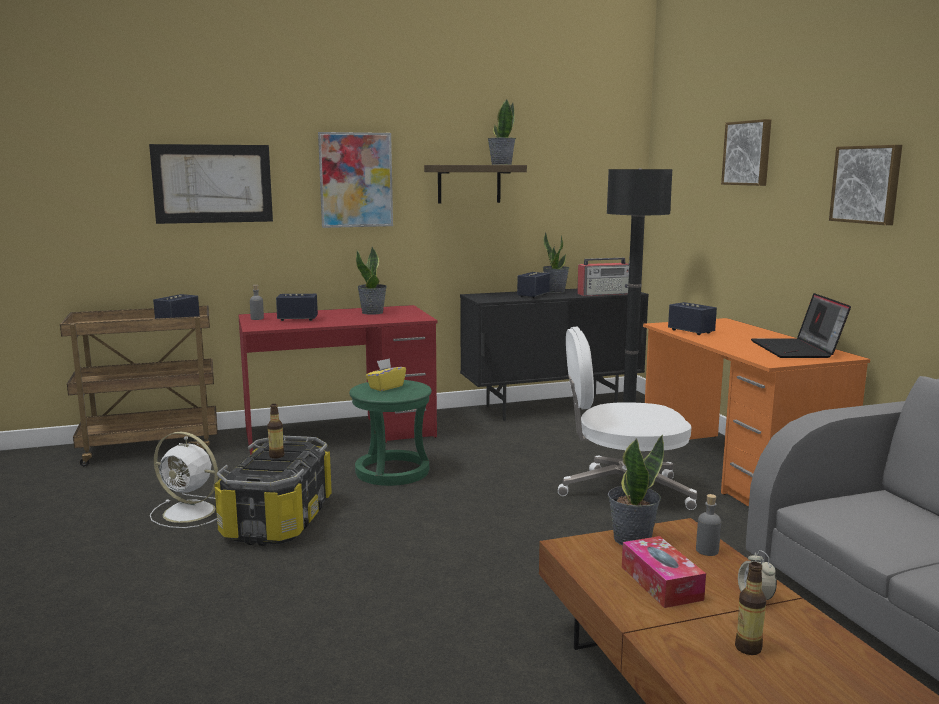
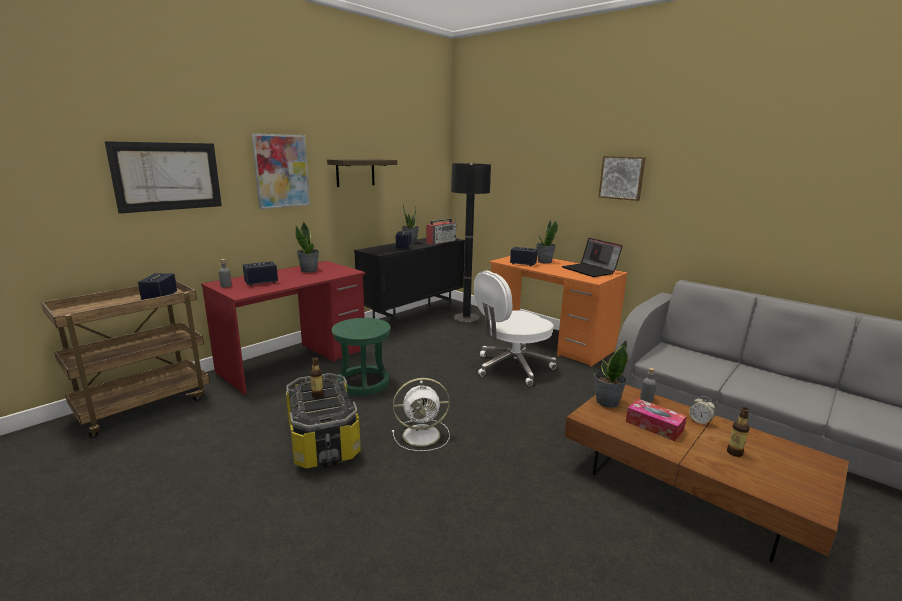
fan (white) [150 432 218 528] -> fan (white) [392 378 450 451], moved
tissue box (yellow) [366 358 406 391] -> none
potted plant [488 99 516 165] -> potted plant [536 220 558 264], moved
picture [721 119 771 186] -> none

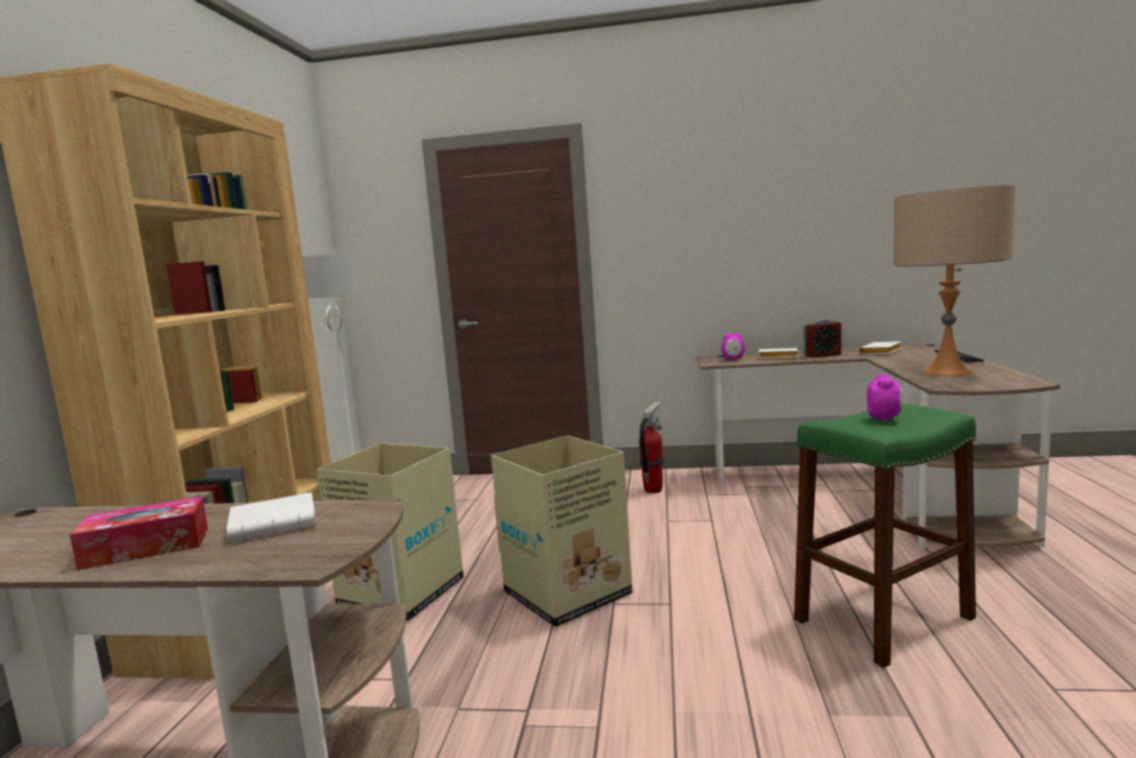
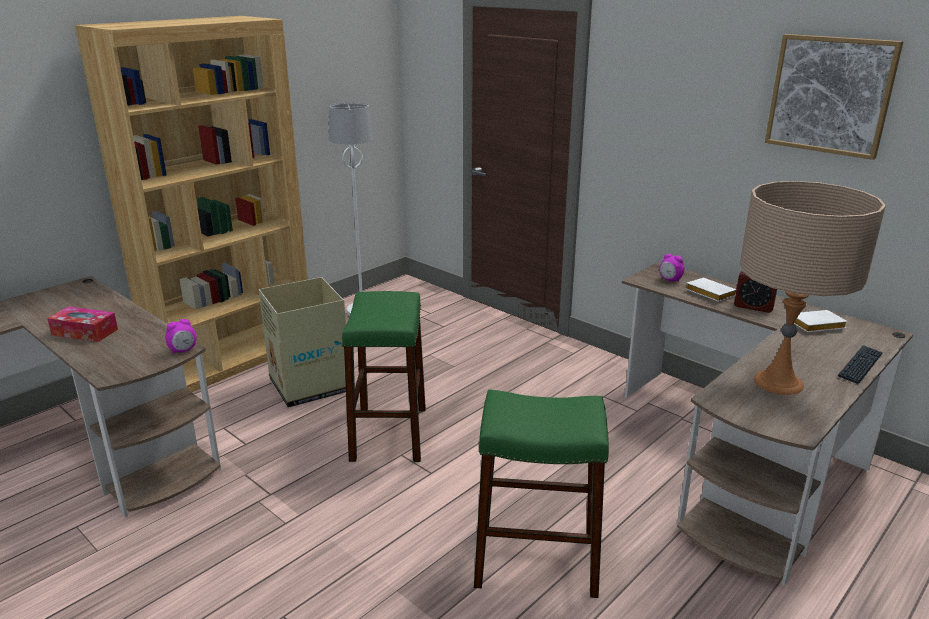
book (white) [226 492 316 543] -> none
cardboard box [491 436 632 627] -> stool (green) [342 291 426 462]
fire extinguisher [639 401 664 493] -> none
alarm clock [867 374 903 422] -> alarm clock [165 319 197 353], moved
none -> picture [765 34 903 160]

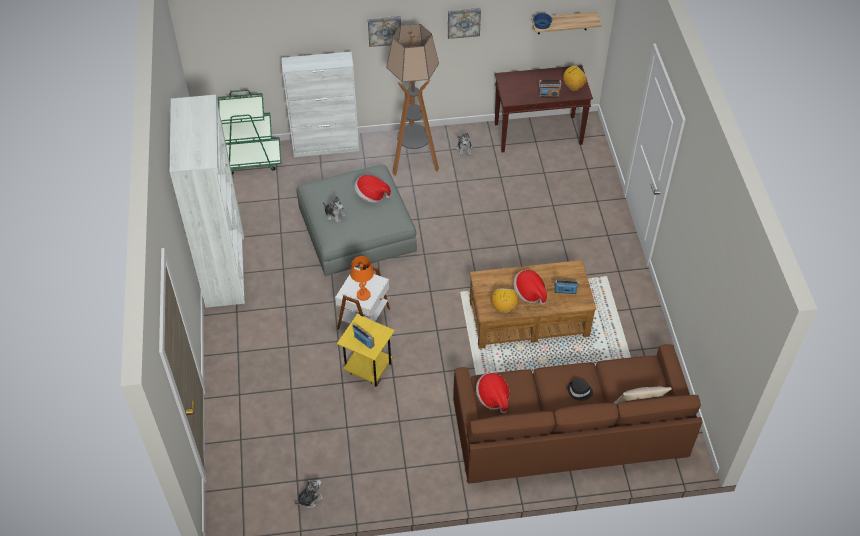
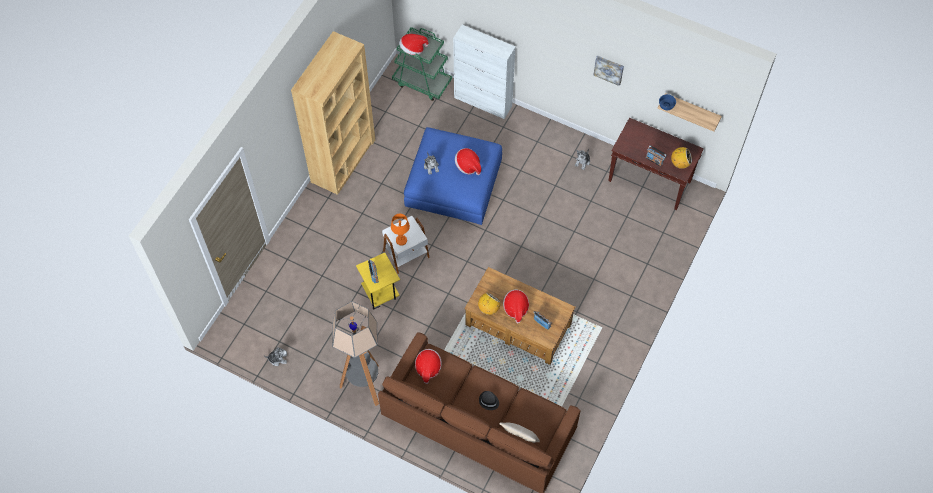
bookcase (white) [170 95 245 308] -> bookcase (brown) [291 31 375 195]
ottoman (grey) [297 165 417 276] -> ottoman (blue) [404 127 502 225]
picture [368 16 401 47] -> none
floor lamp [386 24 439 176] -> floor lamp [332 301 379 406], moved
none -> hat [399 34 429 55]

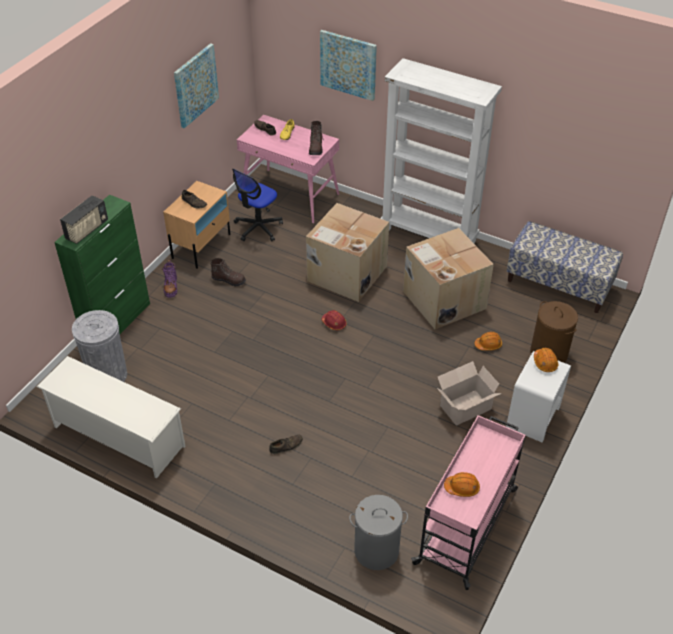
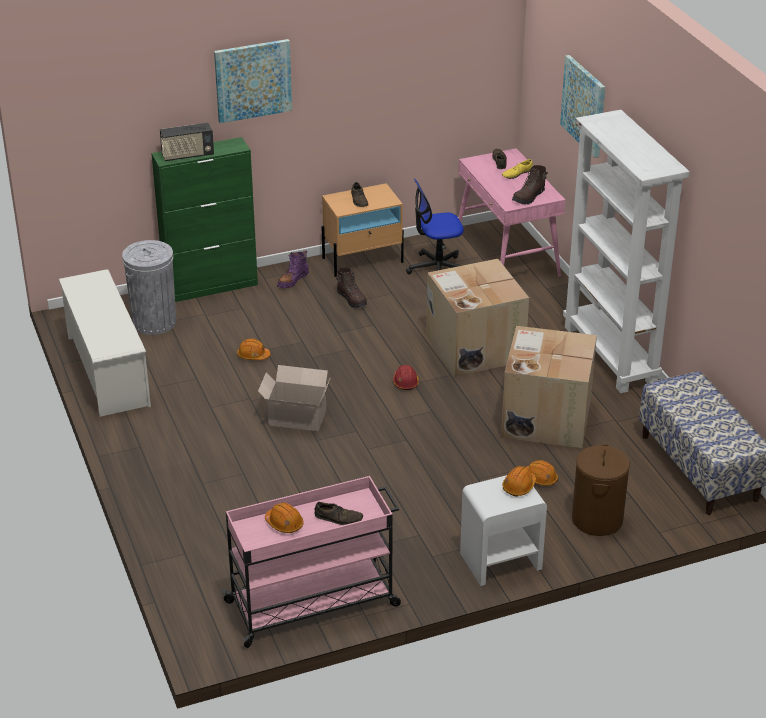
picture [174 43 219 128] -> picture [214 39 292 123], moved
shoe (brown) [269 435 303 454] -> shoe (brown) [315 502 363 525], moved
laundry basket (grey) [349 495 408 570] -> none
cardboard box [437 361 502 426] -> cardboard box [258 365 331 431], moved
none -> hard hat (orange) [237 338 270 360]

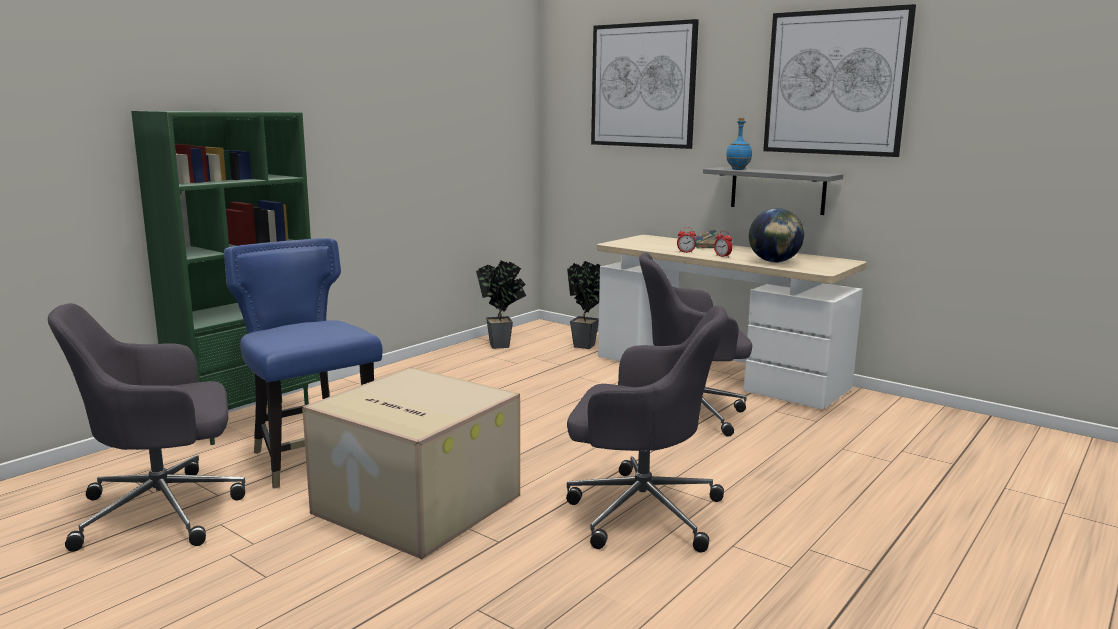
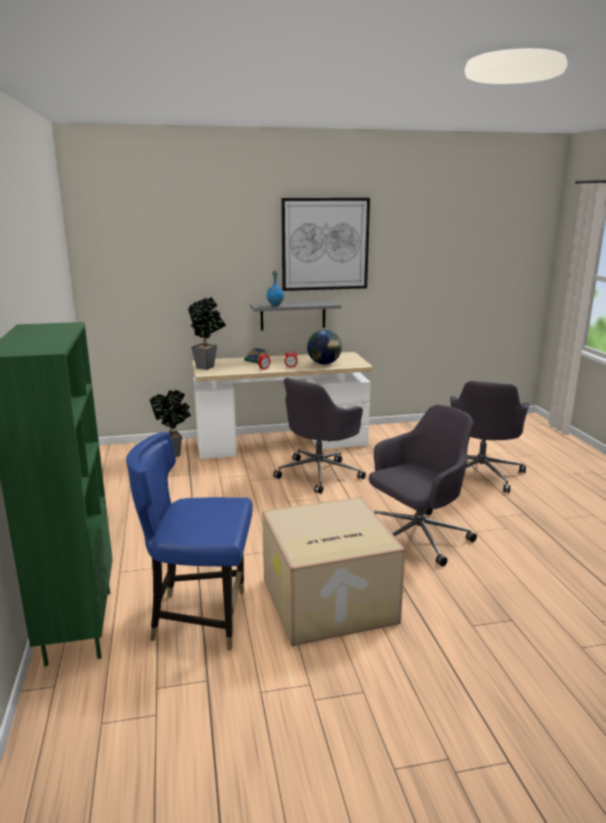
office chair (grey) [48 303 245 552] -> office chair (grey) [450 381 529 493], moved
potted plant [476 260 526 349] -> potted plant [188 297 226 370], moved
picture [591 19 699 149] -> none

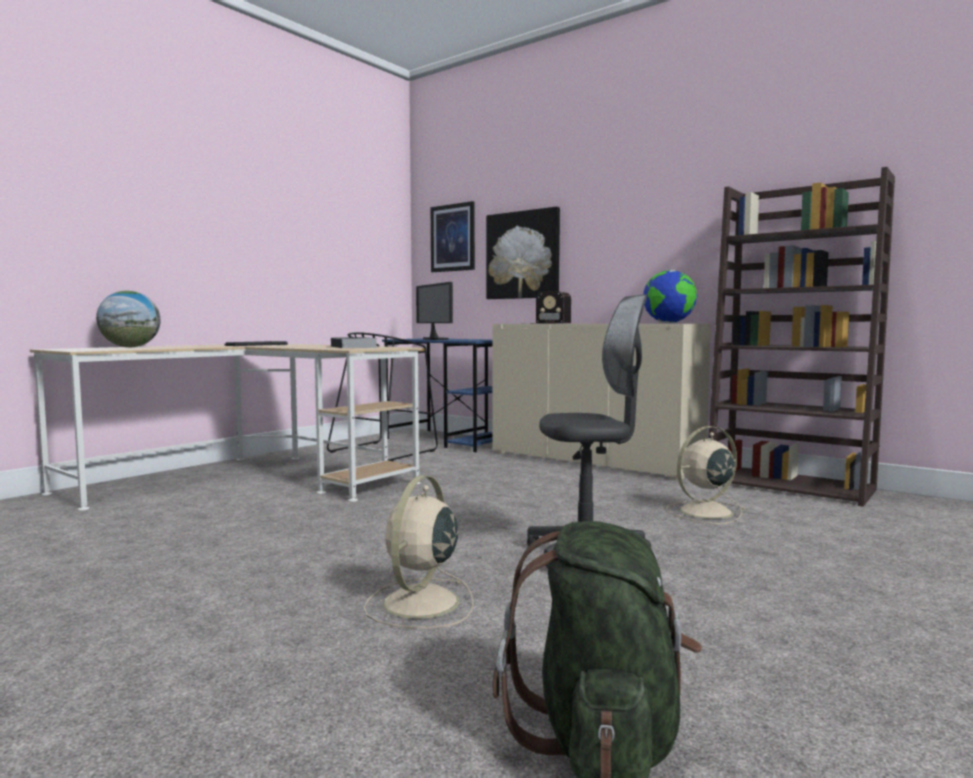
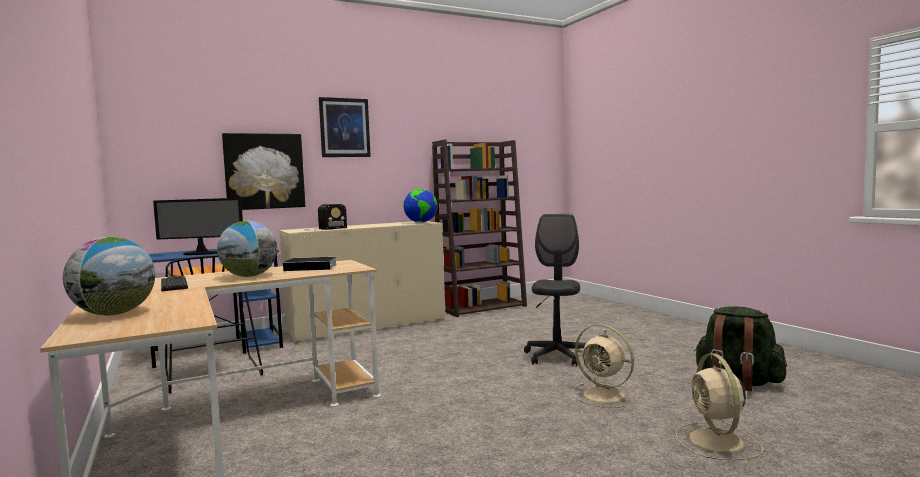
picture [431 201 475 272] -> picture [319 97 371 157], moved
fan (beige) [666 426 746 524] -> fan (beige) [676 353 763 460], moved
none -> globe [217 221 277 277]

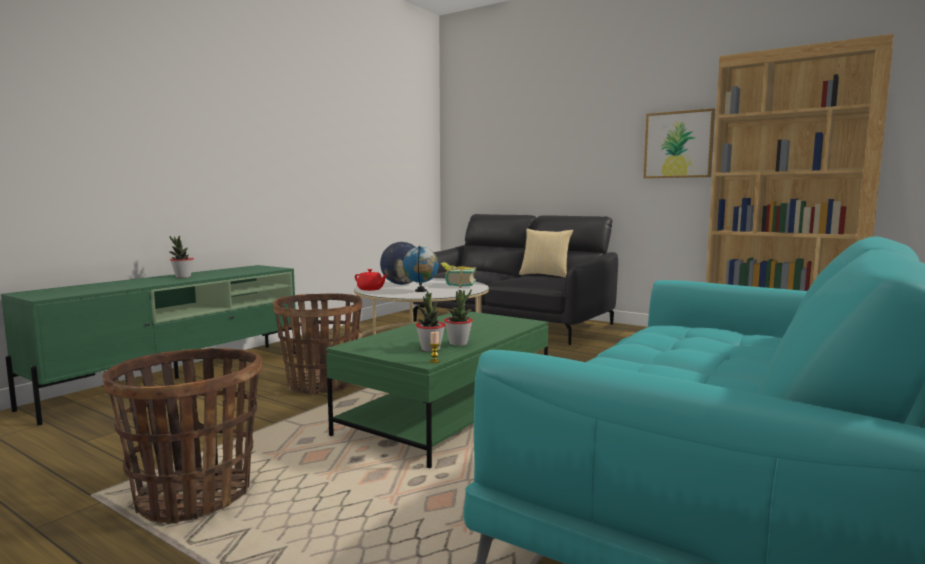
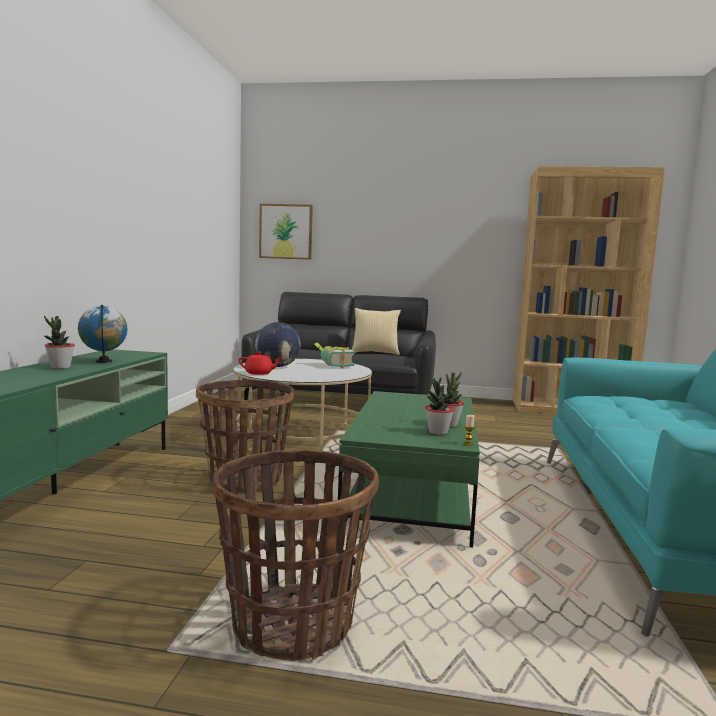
globe [403 246 439 292] -> globe [78 305 128 363], moved
picture [643 108 715 178] -> picture [259 204 313 260], moved

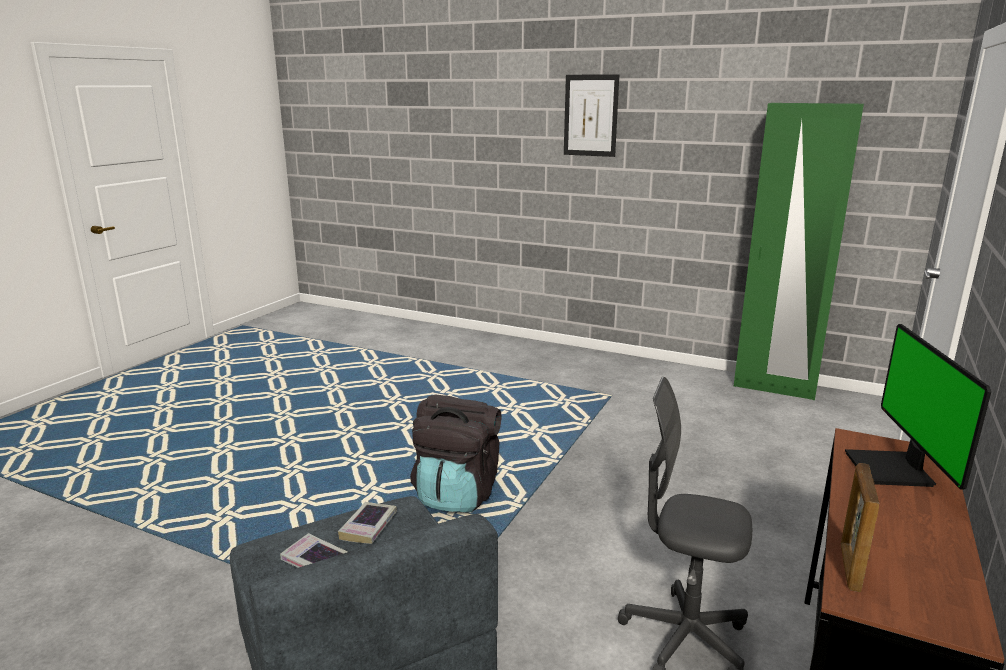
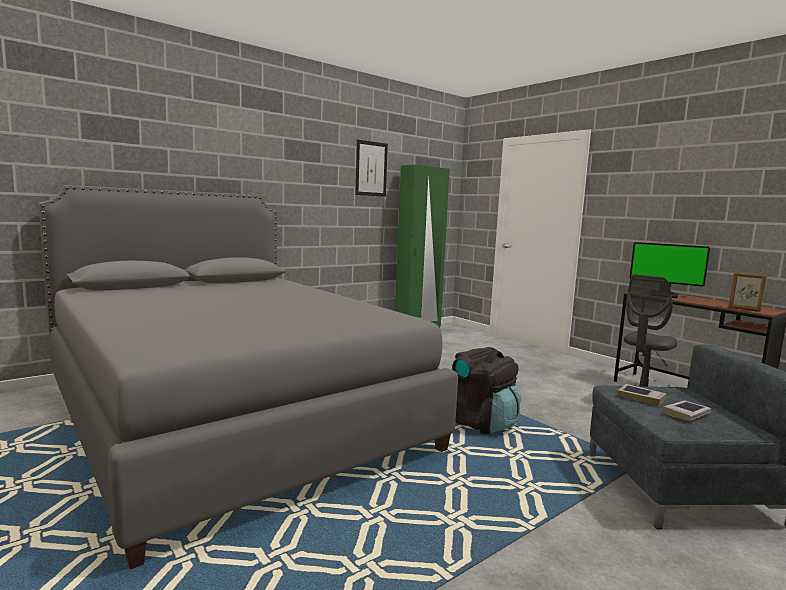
picture [564 74 619 157] -> picture [355 140 388 197], moved
none -> bed (grey) [39 185 458 569]

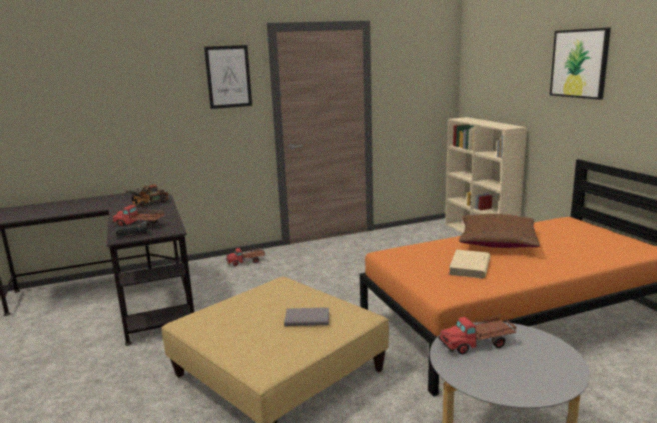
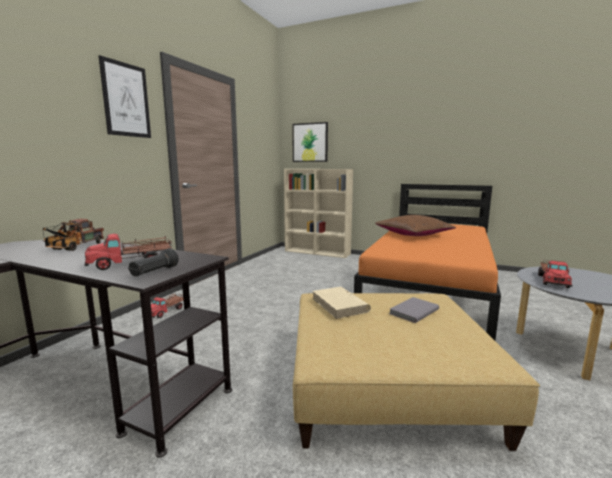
book (beige) [449 250 491 279] -> book (beige) [312 287 371 319], moved
picture [550 28 611 100] -> picture [292 122 328 162], moved

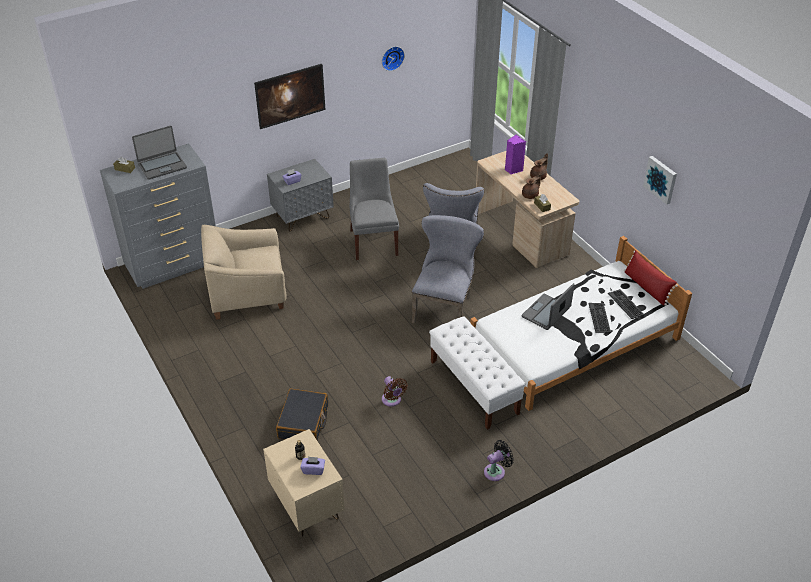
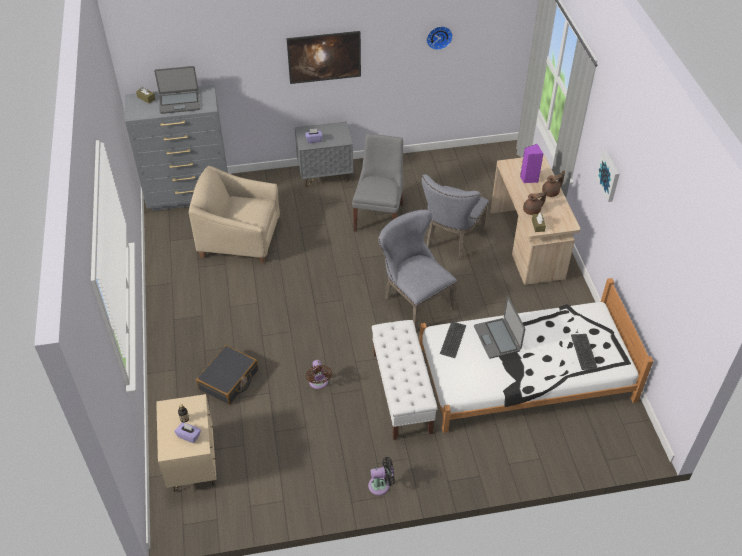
chair (grey) [412 215 484 323] -> chair (grey) [378 209 457 332], 75 degrees counterclockwise
laptop [522 283 575 330] -> laptop [474 297 525 359], 75 degrees counterclockwise
keyboard [588 303 611 333] -> keyboard [440 321 466 358], moved
pillow (red) [624 251 678 306] -> none
picture [643 156 677 205] -> picture [596 150 620 202], moved

